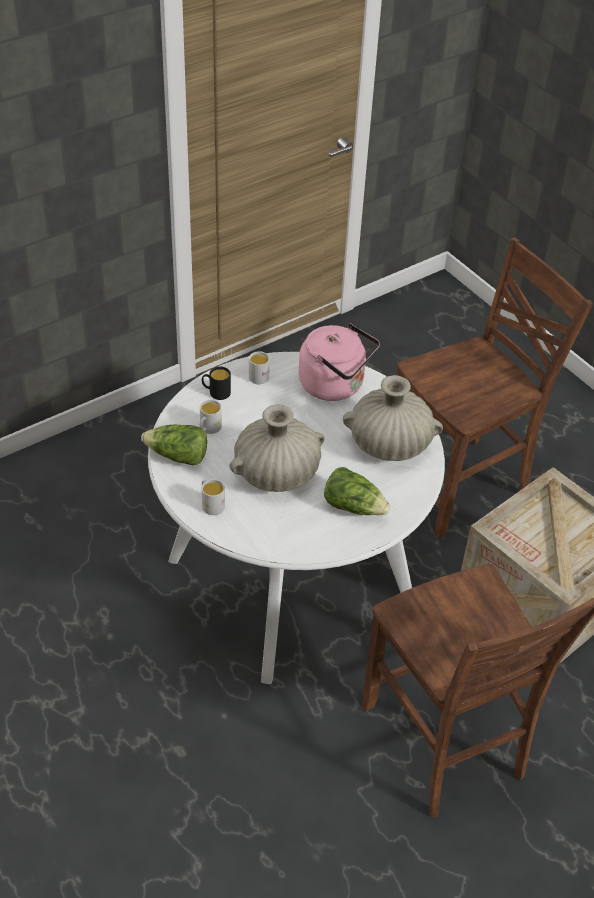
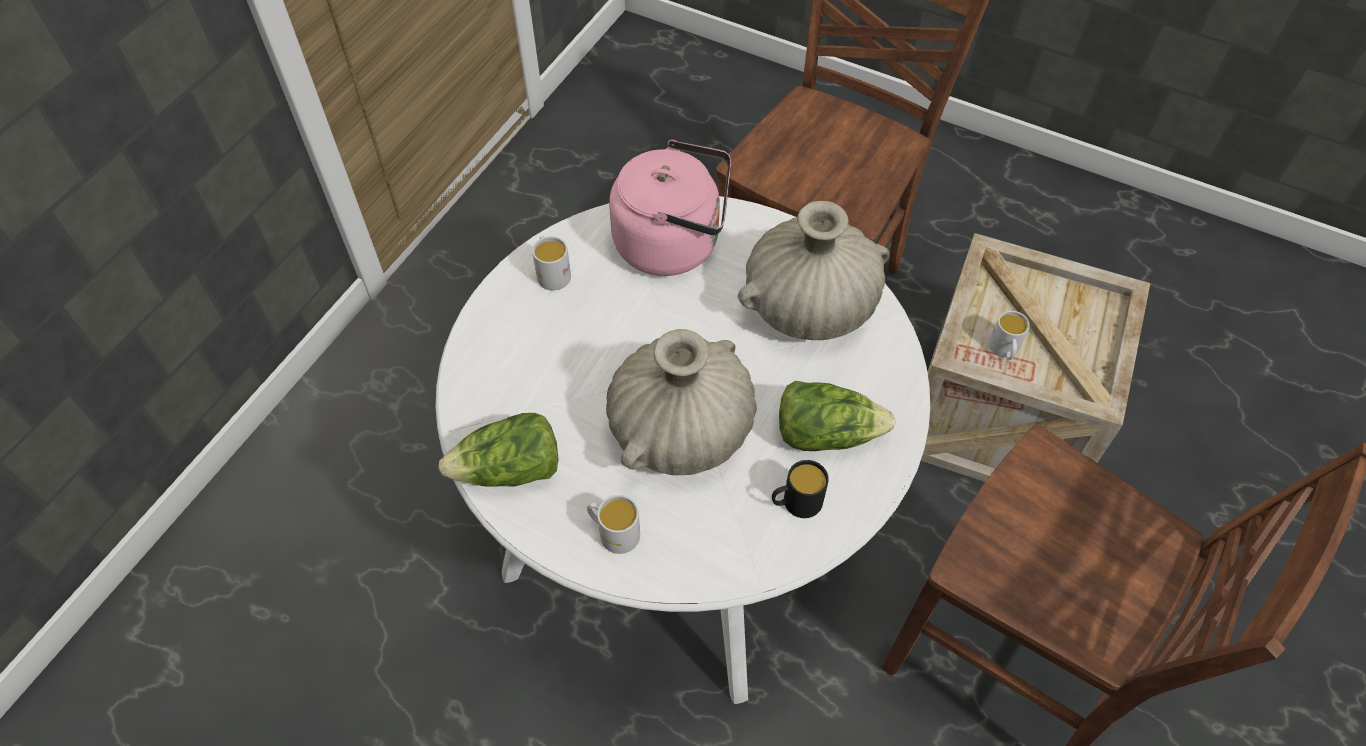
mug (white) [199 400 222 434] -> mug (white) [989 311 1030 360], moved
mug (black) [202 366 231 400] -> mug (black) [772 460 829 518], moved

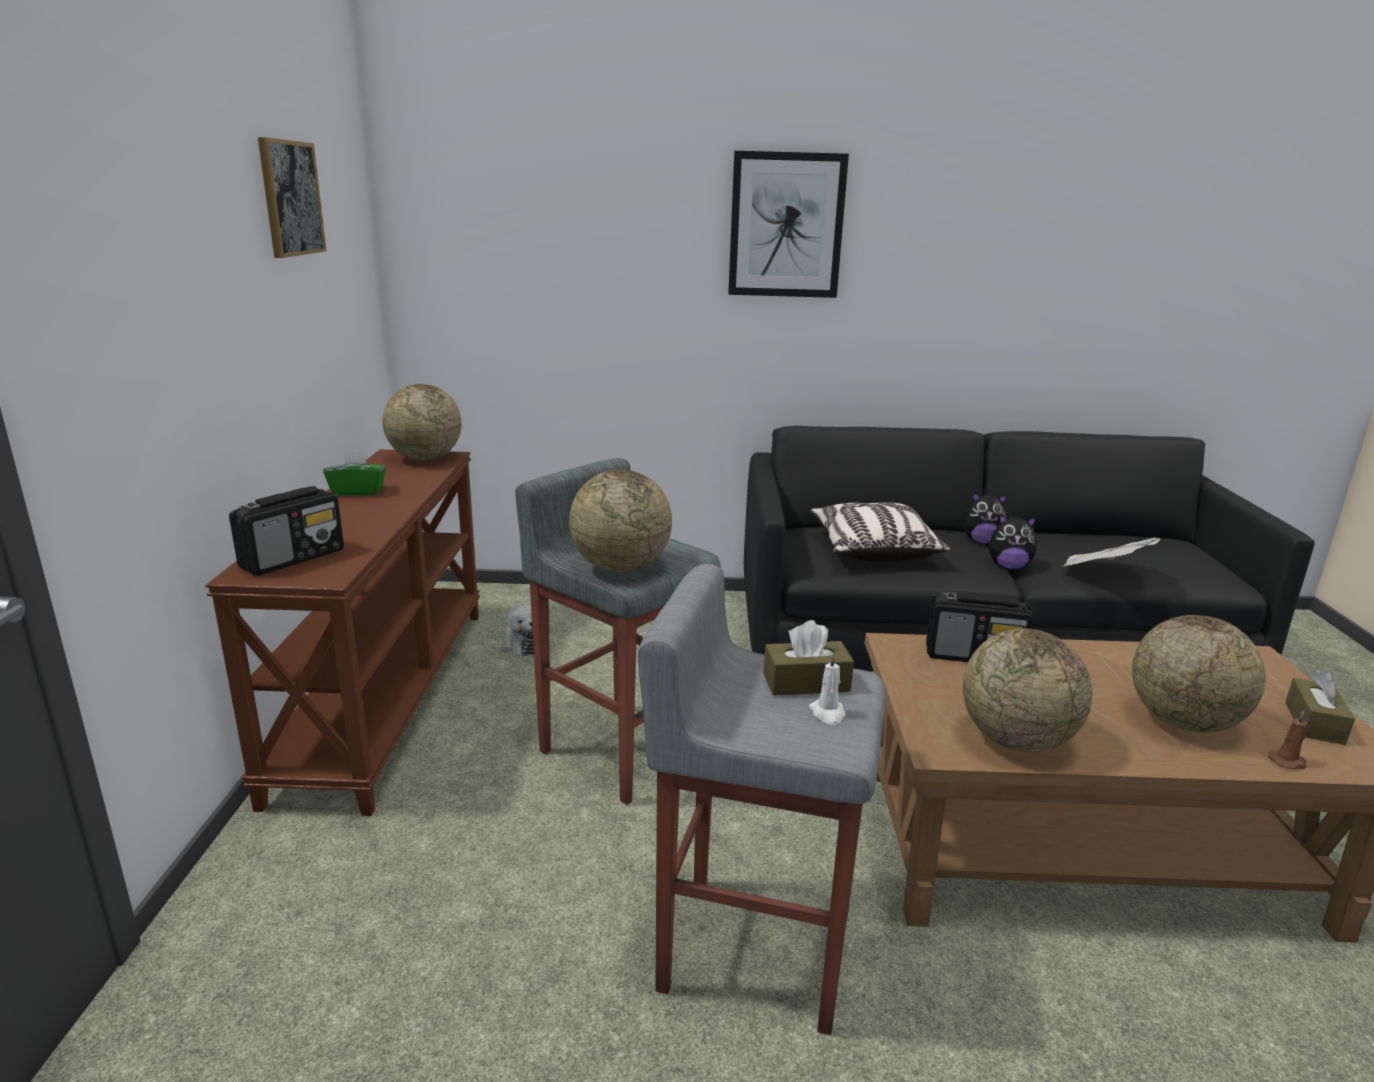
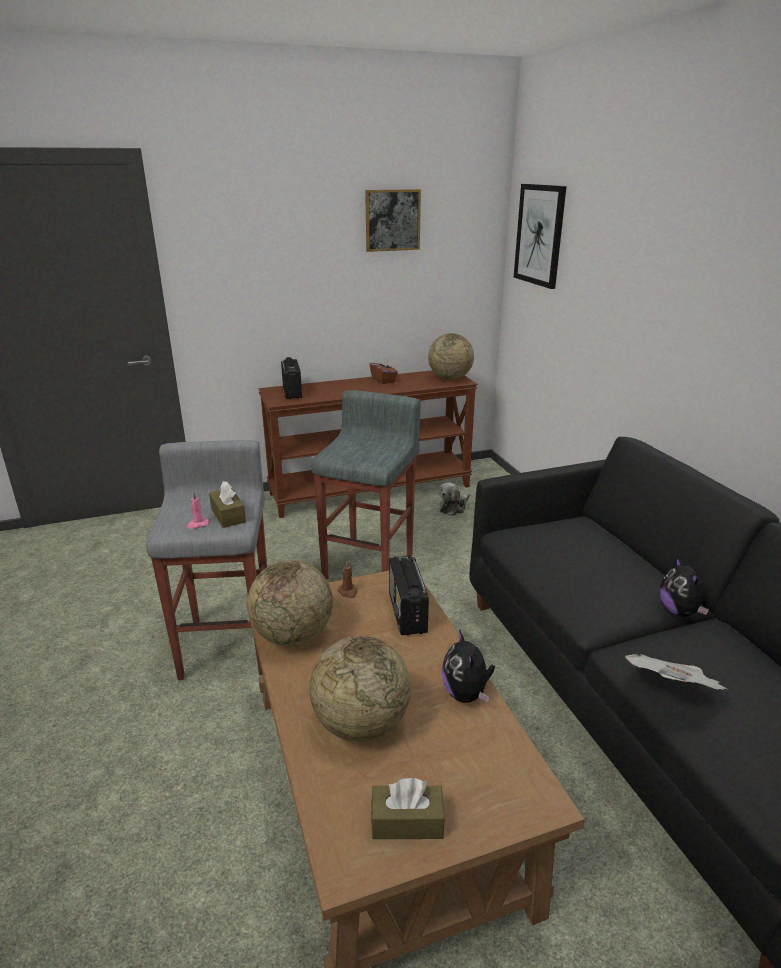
radio [229 486 344 576] -> radio [281 357 302 399], 120 degrees counterclockwise
tissue box (green) [323 450 386 496] -> tissue box (brown) [370 357 398 384]
globe [569 469 672 573] -> none
picture [728 151 849 298] -> picture [514 184 566 289], moved
candle (white) [809 652 845 725] -> candle (pink) [186 492 209 529]
pillow [810 502 950 562] -> none
plush toy [989 514 1037 569] -> plush toy [442 629 495 703], moved
candle (brown) [1268 711 1307 770] -> candle (brown) [337 561 357 598], moved

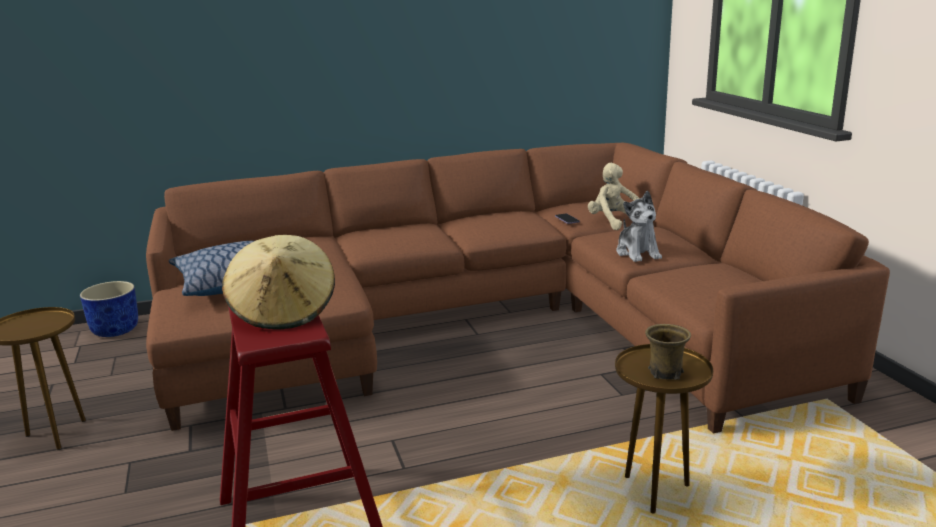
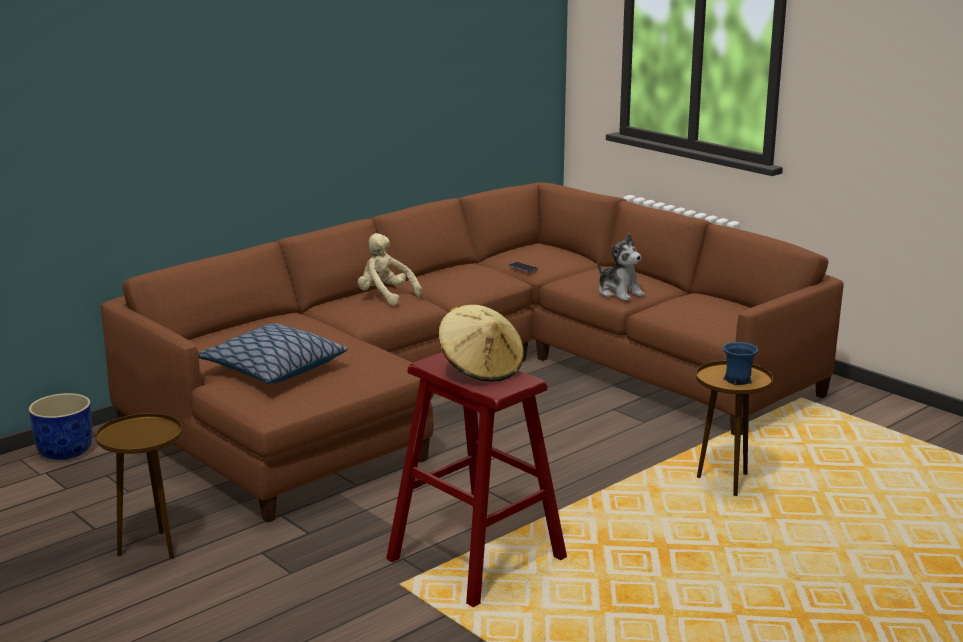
plush toy (beige) [588 163 640 230] -> plush toy (beige) [358 233 422 306], moved
mug (brown) [645 324 691 380] -> mug (blue) [723 342 758 385]

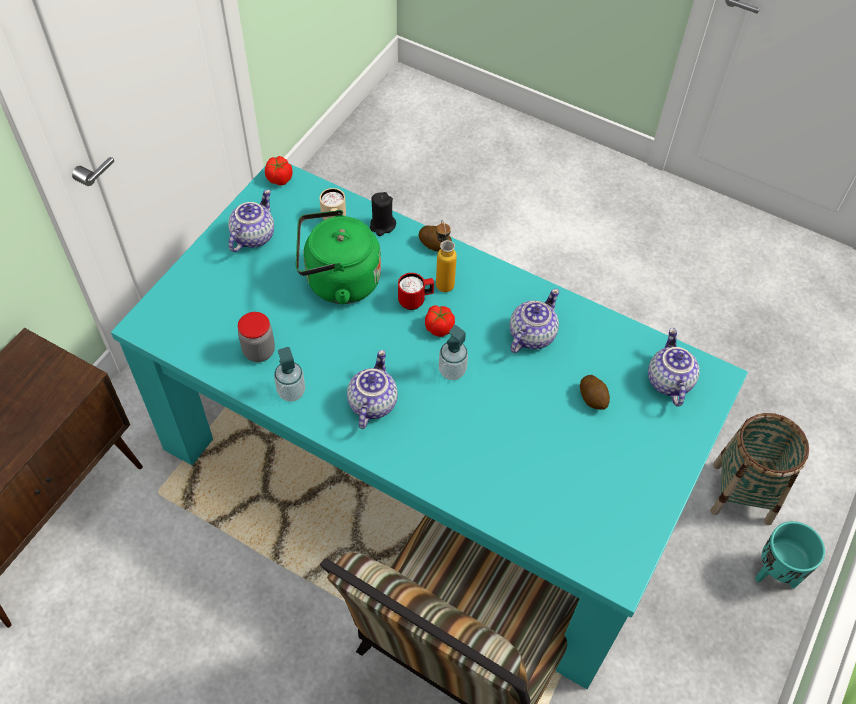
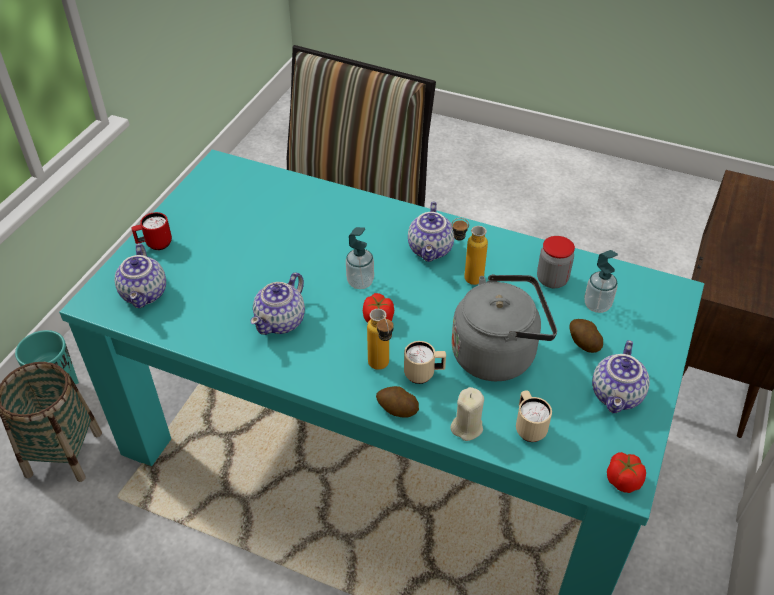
soap dispenser [274 347 305 401] -> soap dispenser [584 250 618 313], moved
kettle (green) [296 210 381 304] -> kettle (grey) [451 274 557 381]
candle (black) [370 192 396 236] -> candle (beige) [451 387 484 441]
mug (red) [398 273 434 310] -> mug (red) [131 212 172 250], moved
potato [580 375 610 410] -> potato [569 319 603 353], moved
none -> mug (beige) [404 341 446 384]
none -> bottle [451 218 488 285]

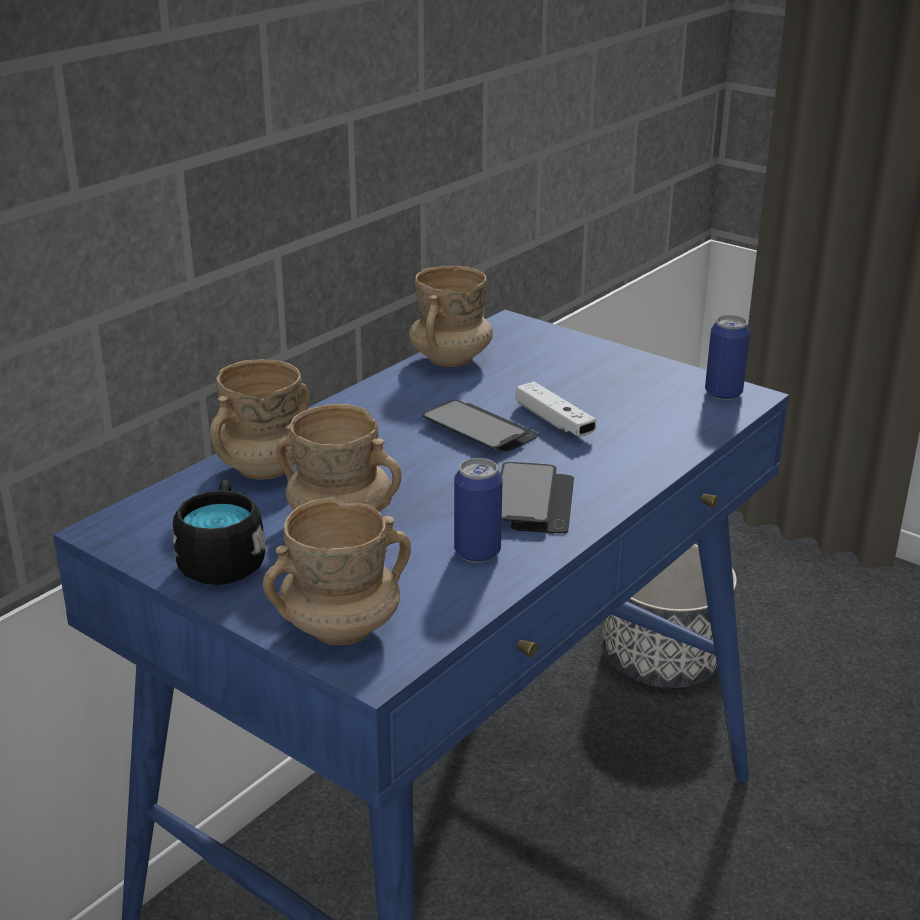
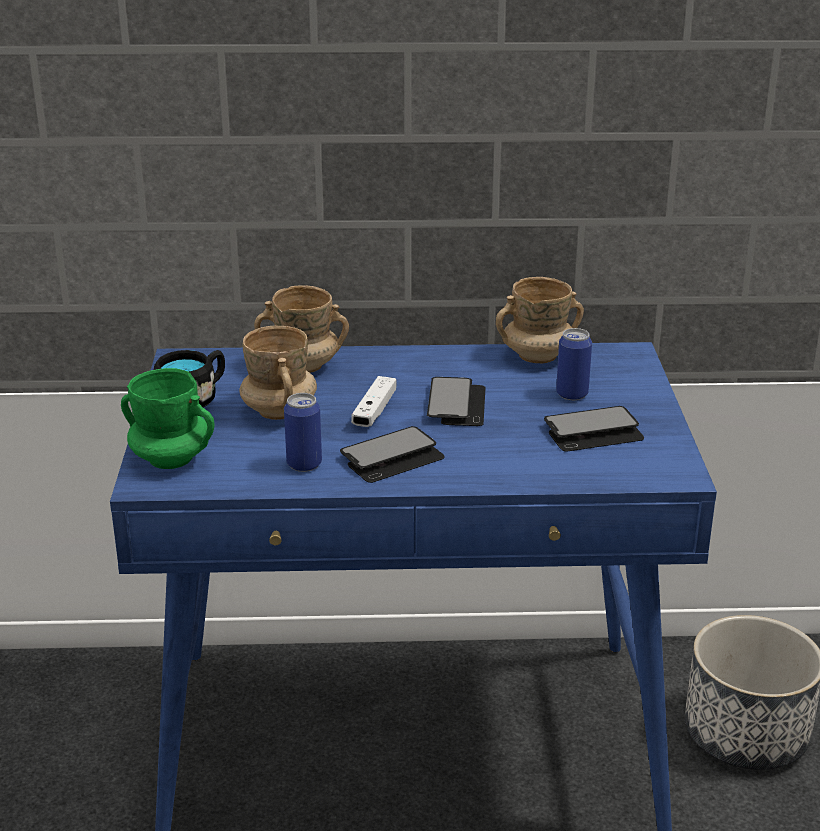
mug (beige) [263 497 411 645] -> mug (green) [121 368 215 469]
game controller (white) [516 382 596 437] -> game controller (white) [351 376 397 427], moved
can [705 315 750 400] -> can [556 328 592 400], moved
none -> phone [544 406 644 452]

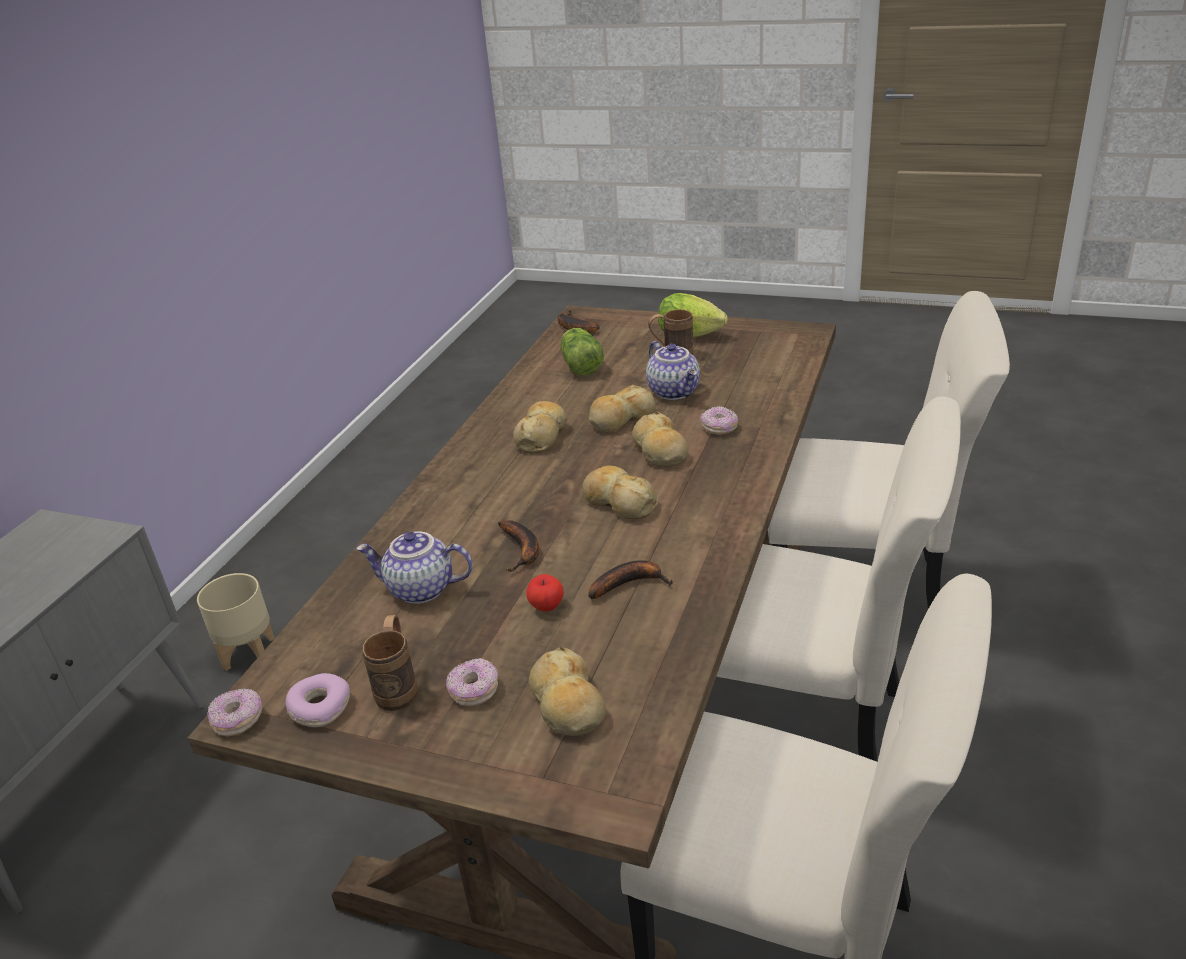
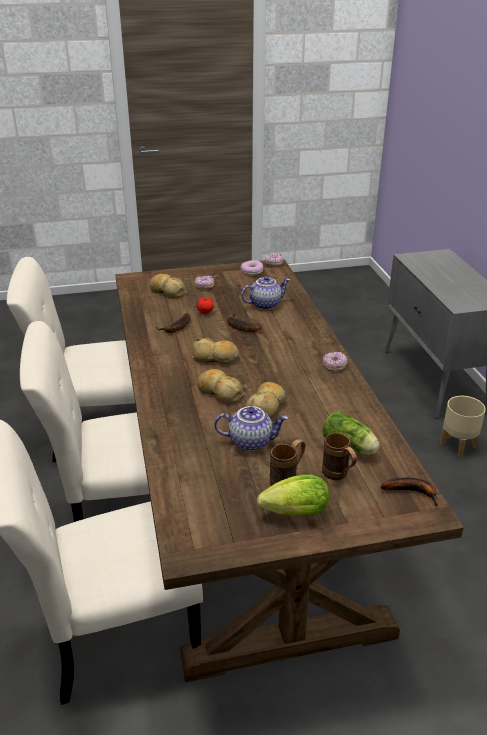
mug (brown) [362 615 418 711] -> mug (brown) [322 433 357 480], moved
bread [513 401 567 453] -> none
teapot [646 341 700 400] -> teapot [214 406 288 451], 150 degrees clockwise
donut [700 406 738 435] -> donut [323 352 347 371], moved

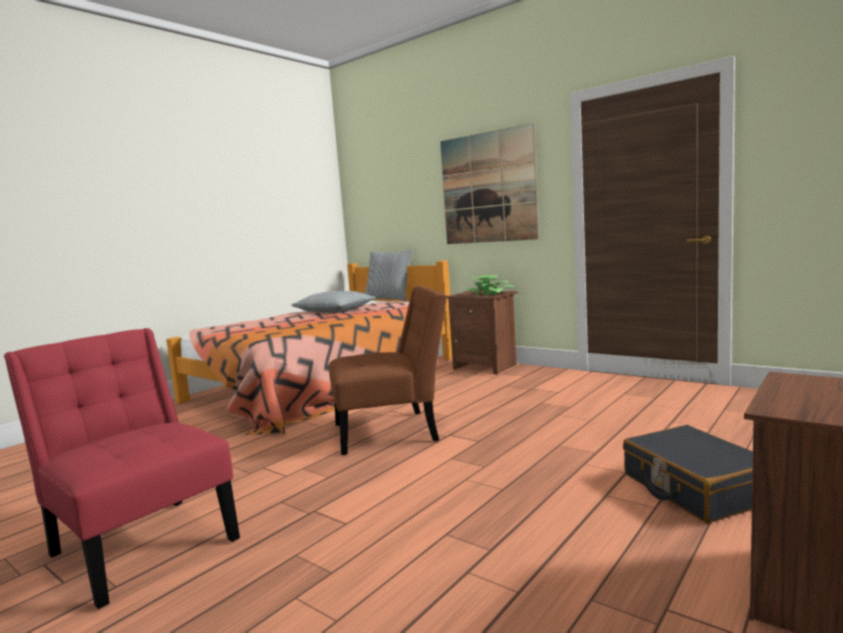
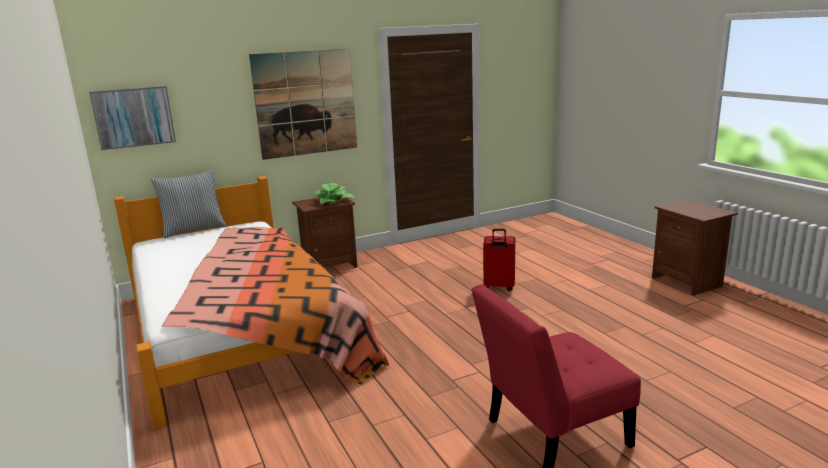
pillow [291 291 376 312] -> none
chair (brown) [329 286 447 455] -> none
suitcase (black) [623 425 753 523] -> none
none -> picture [89 86 176 150]
none -> suitcase (red) [483 229 515 291]

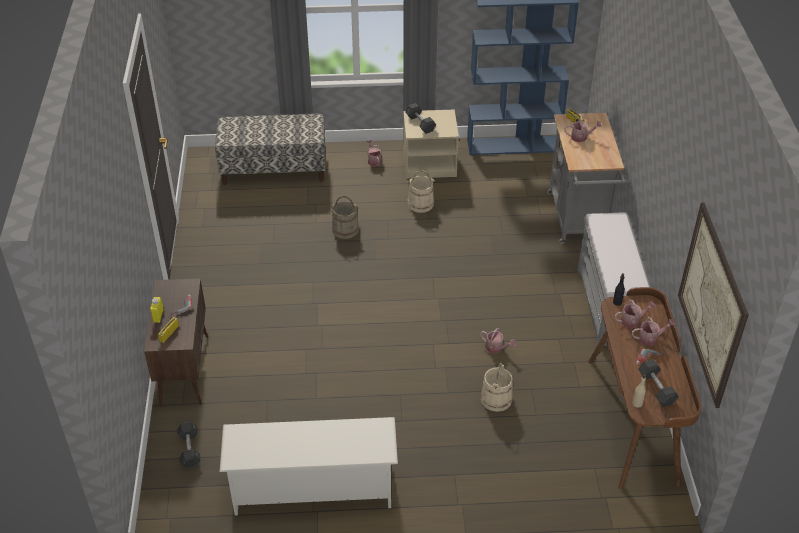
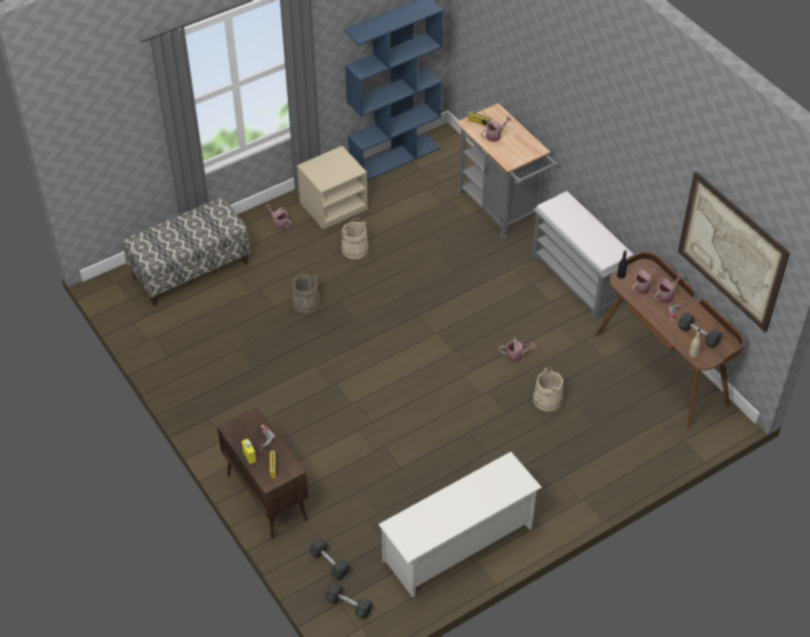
dumbbell (grey) [406 103 436 134] -> dumbbell (grey) [325 583 372 618], moved

